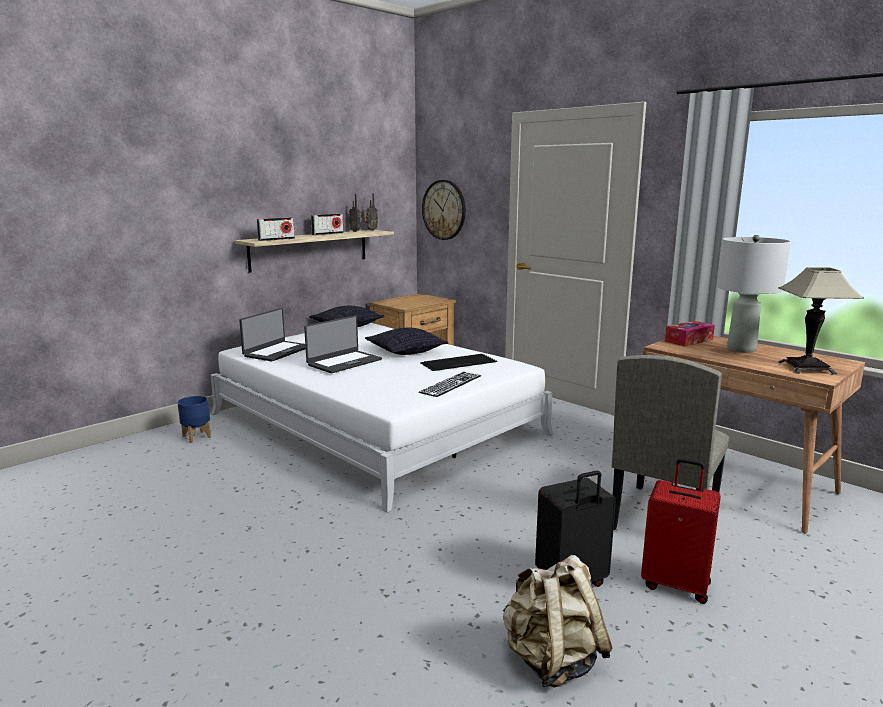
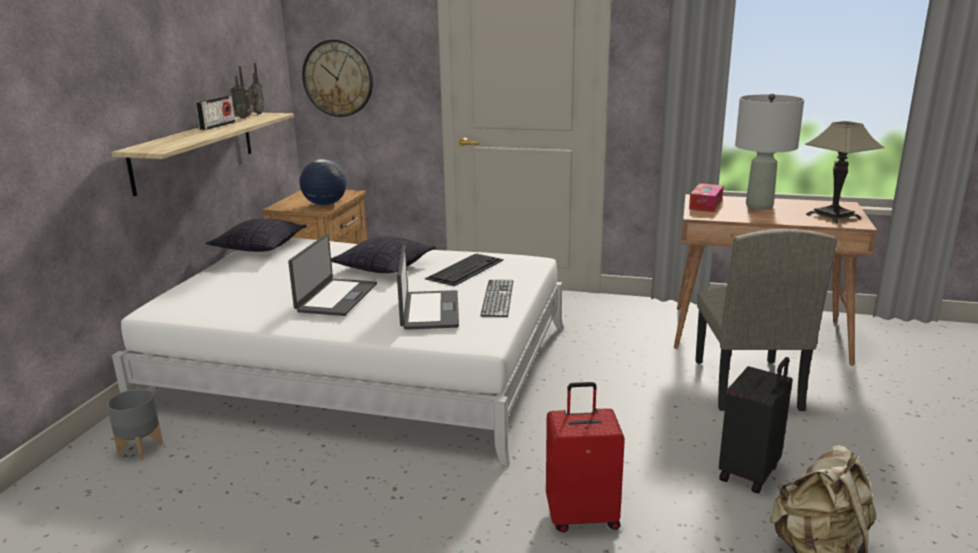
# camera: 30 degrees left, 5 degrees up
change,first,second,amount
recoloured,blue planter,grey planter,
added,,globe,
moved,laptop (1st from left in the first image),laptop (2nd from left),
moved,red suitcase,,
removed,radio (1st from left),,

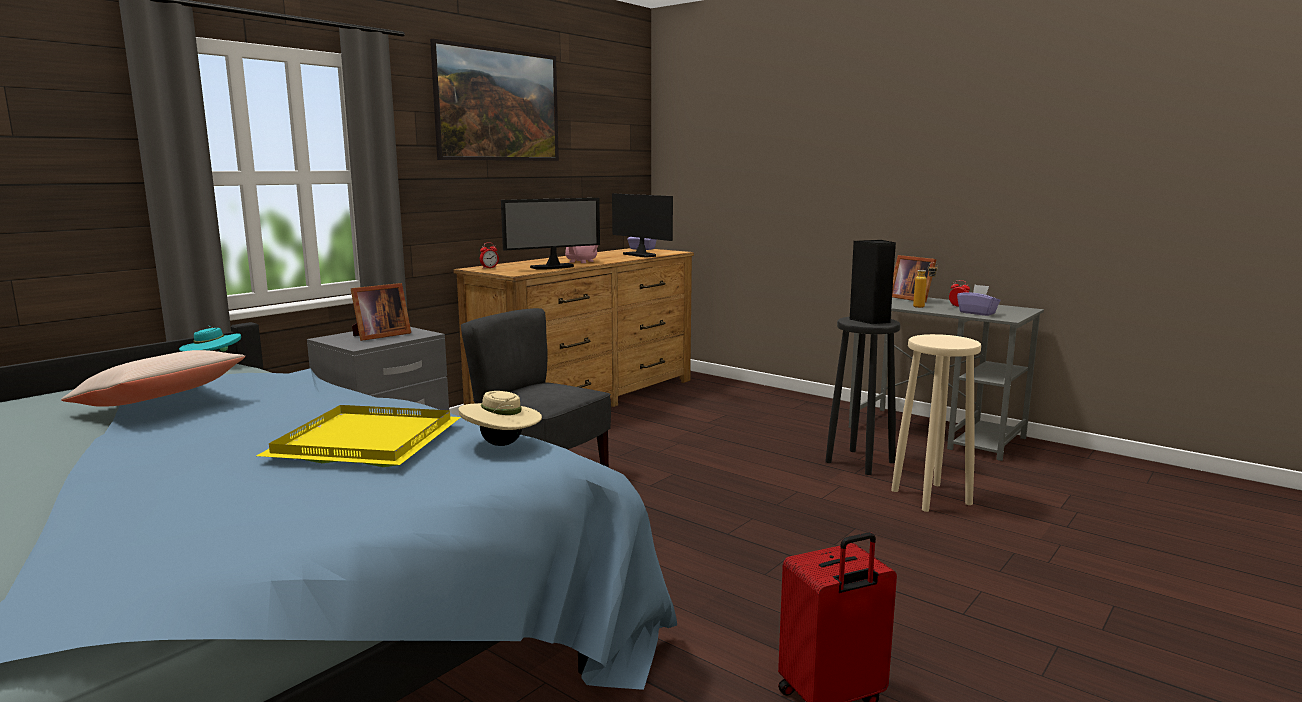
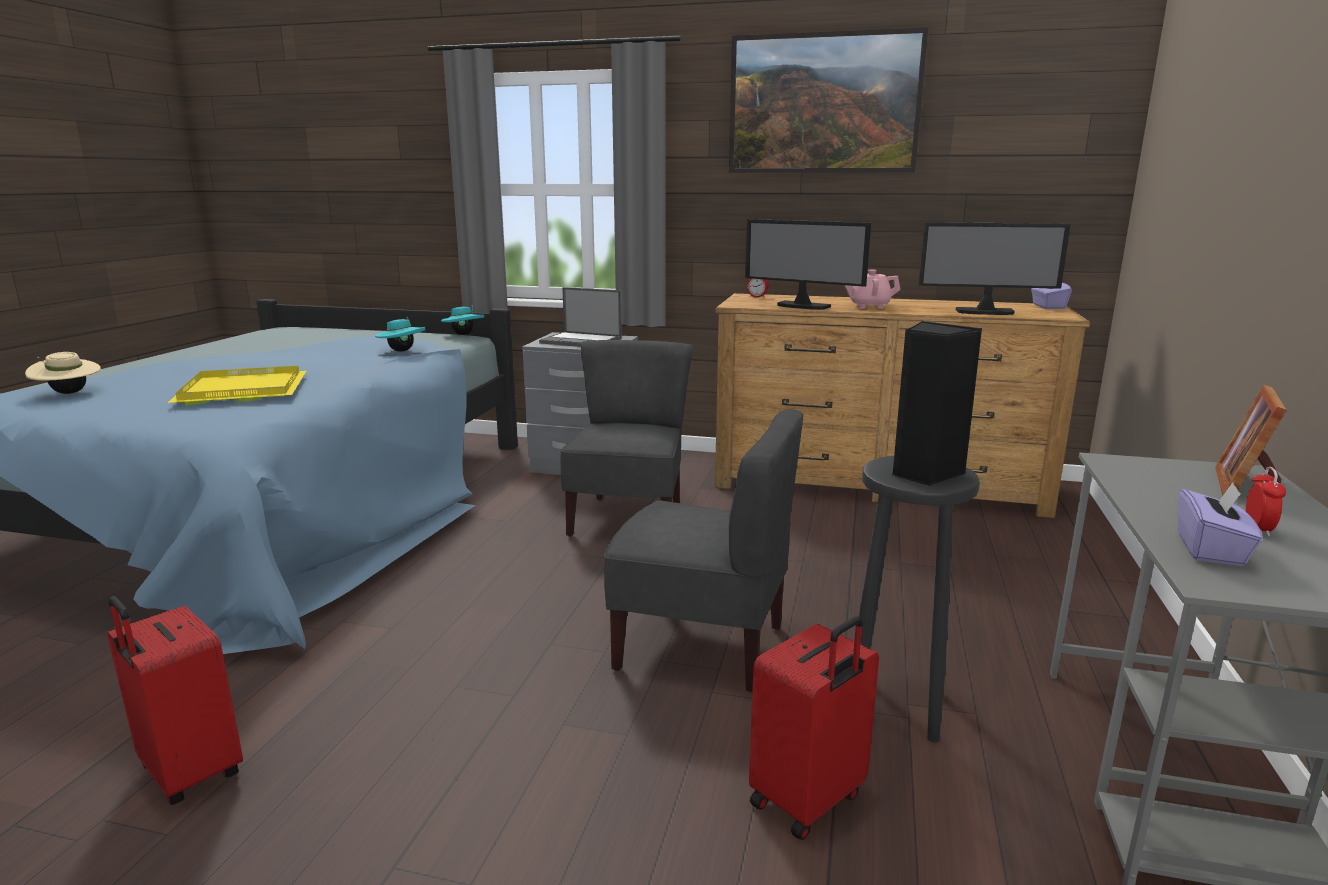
# camera: 65 degrees right, 5 degrees up
change,first,second,amount
moved,beige hat,,
added,,turquoise hat (1st from left),
replaced,picture frame (1st from left),laptop,
added,,grey chair (2nd from left),
replaced,beige stool,red suitcase (2nd from left),
turned,monitor (2nd from left),,75 degrees clockwise
removed,beige pillow,,
removed,bottle,,

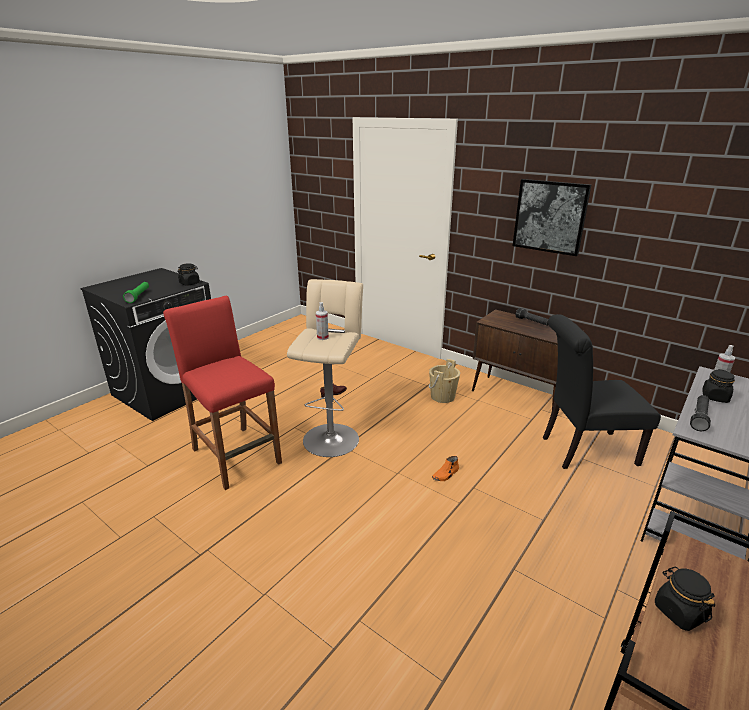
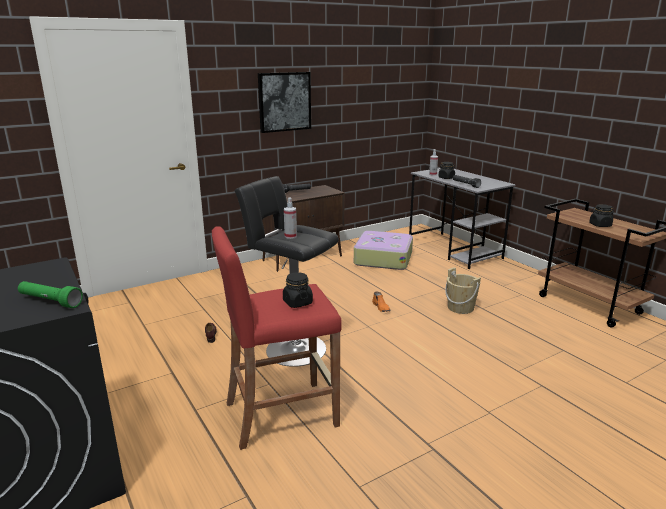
# camera: 70 degrees left, 5 degrees down
change,first,second,amount
recoloured,beige stool,black stool,
moved,black jar (1st from left),,
replaced,black chair,suitcase,
moved,beige bucket,,

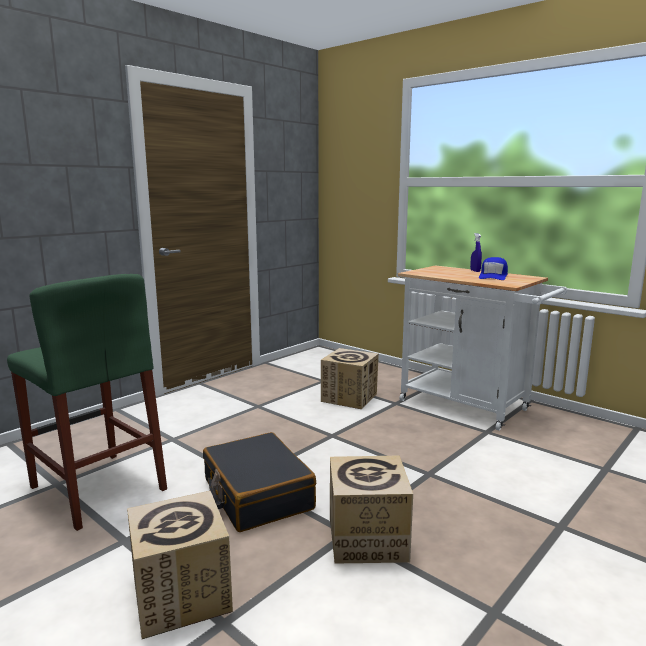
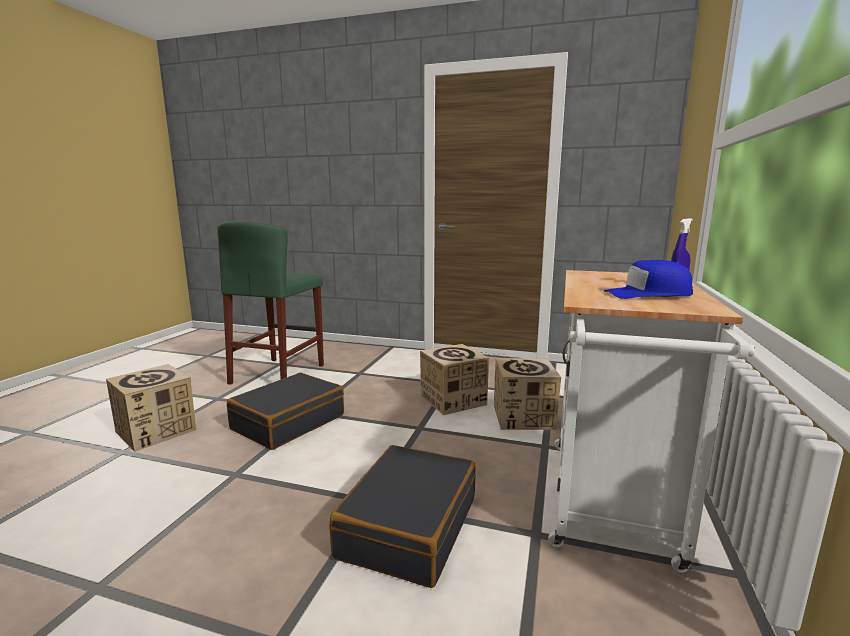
# camera: 65 degrees right, 0 degrees up
change,first,second,amount
added,,black suitcase (2nd from left),
moved,cardboard box (3rd from left in the first image),cardboard box (2nd from left),

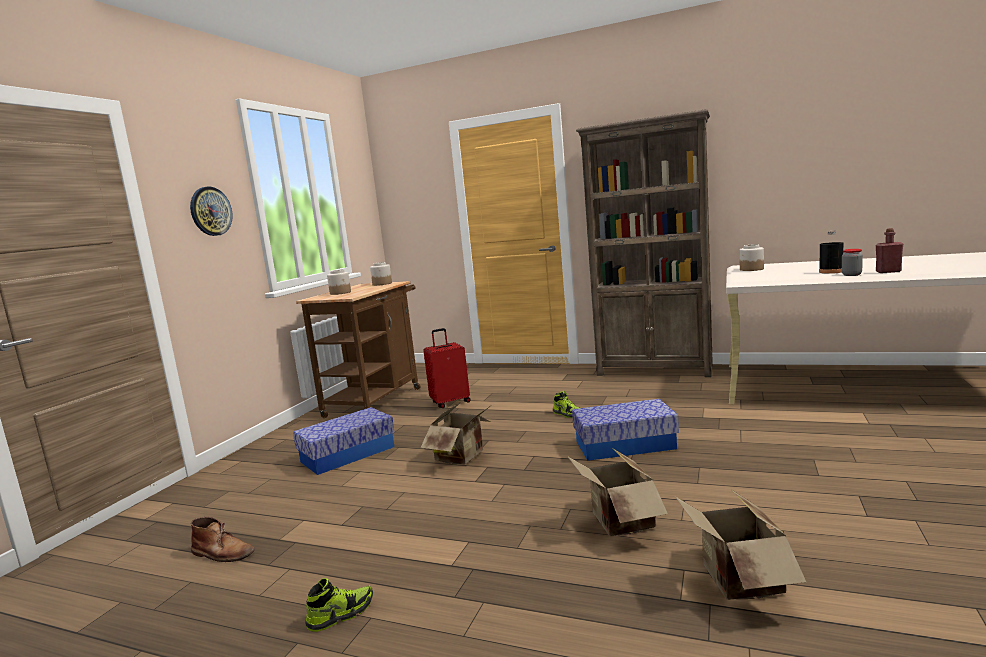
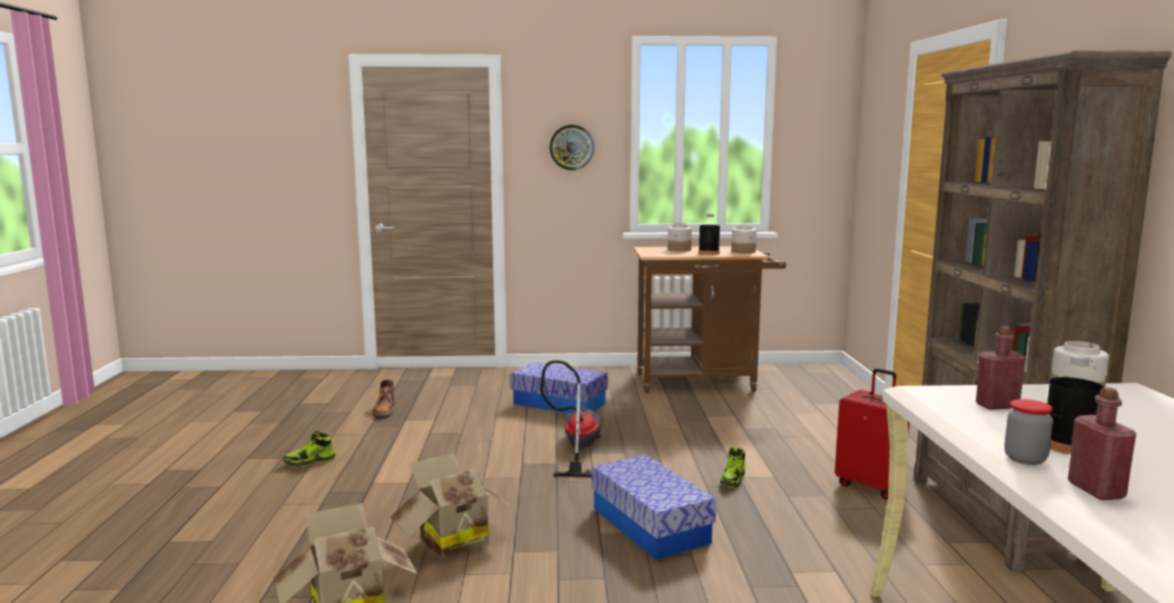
# camera: 65 degrees right, 0 degrees up
change,first,second,amount
turned,shoe (1st from left),,120 degrees clockwise
replaced,cardboard box (1st from left),vacuum cleaner,
added,,black bottle (1st from left),
moved,red suitcase,,
added,,red bottle (1st from left),

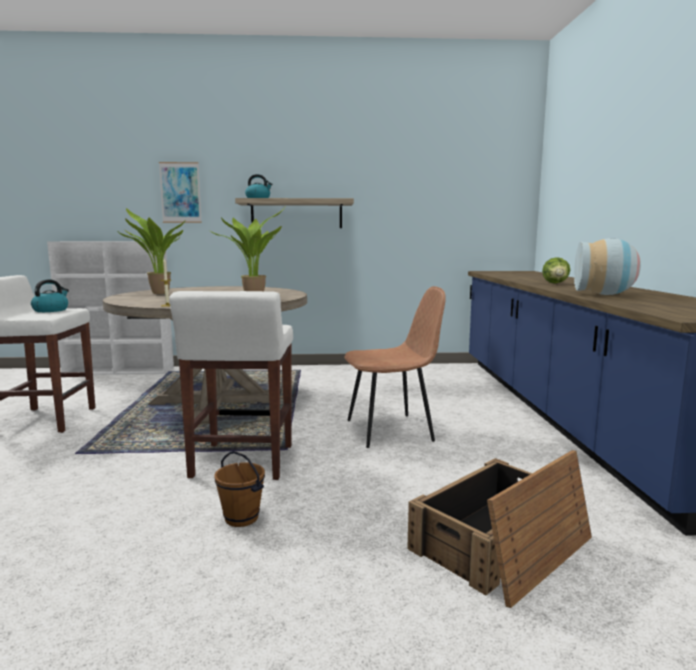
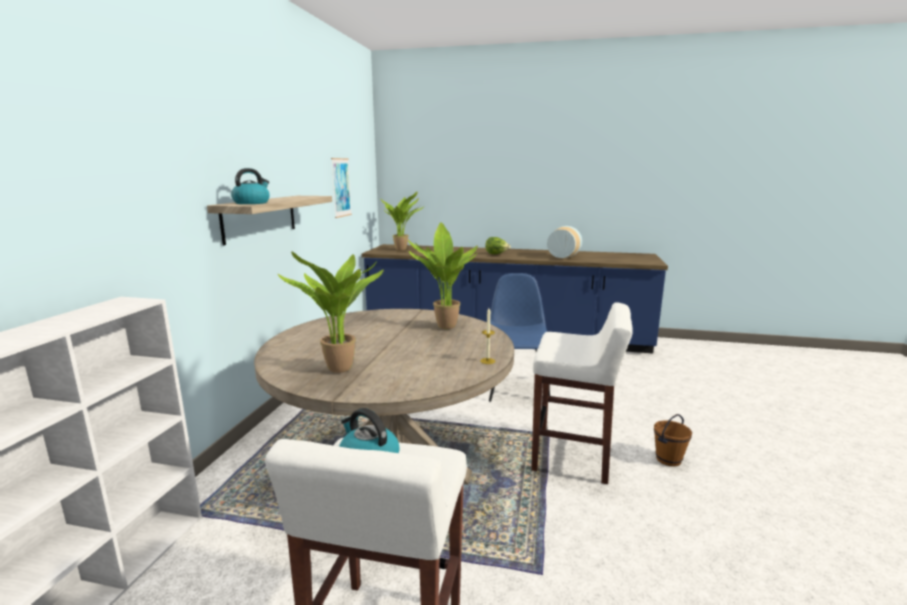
# camera: 75 degrees left, 5 degrees up
change,first,second,amount
moved,picture,,
added,,potted plant (2nd from left),
recoloured,brown chair,blue chair,
removed,crate,,

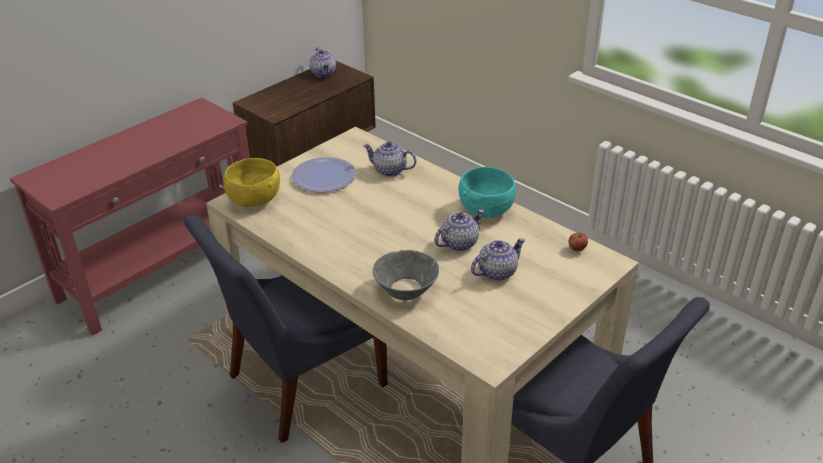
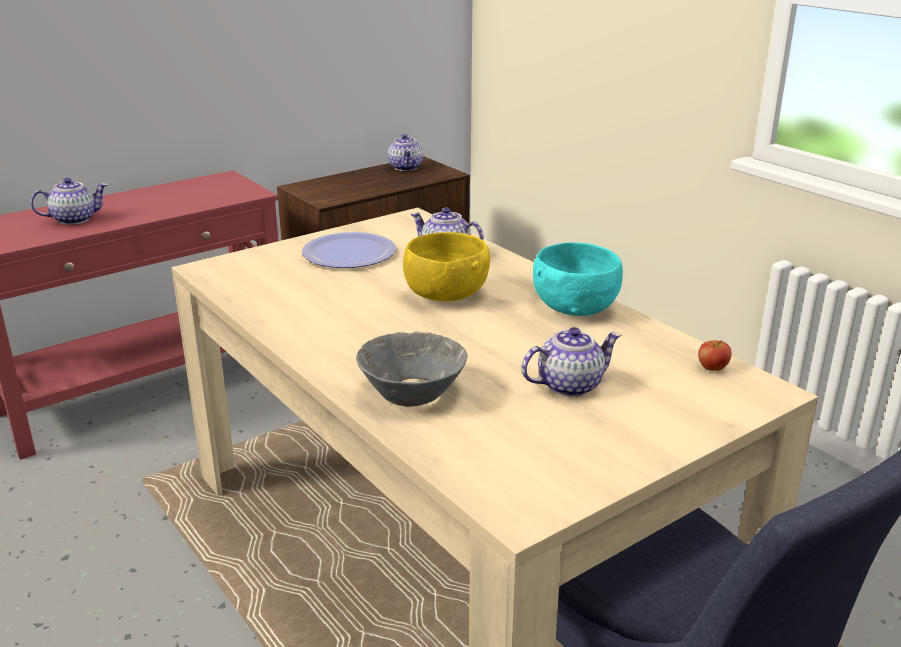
# camera: 10 degrees right, 10 degrees down
change,first,second,amount
moved,teapot (3rd from left in the first image),teapot (1st from left),
moved,yellow bowl,,
removed,blue chair (1st from left),,

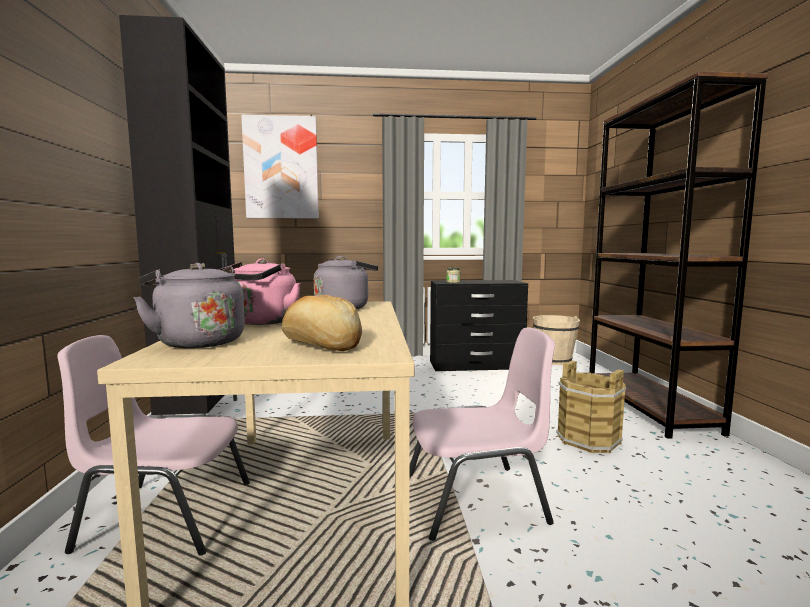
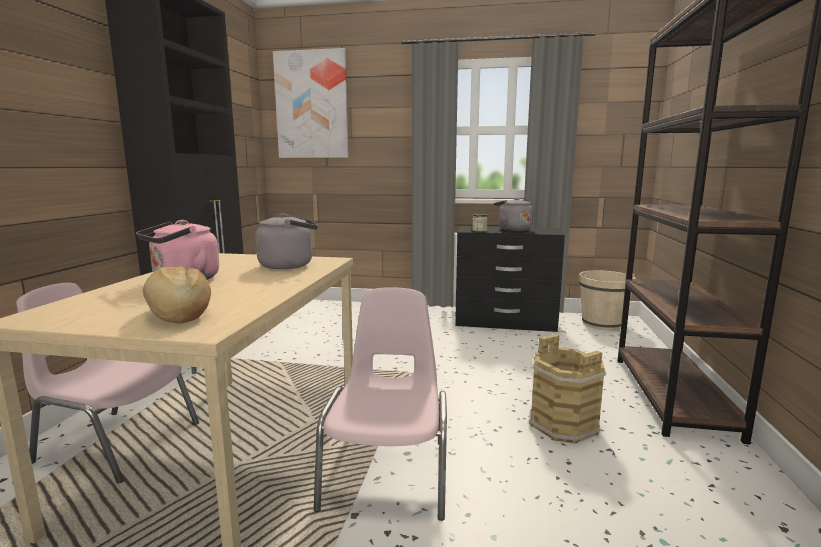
# camera: 15 degrees right, 5 degrees up
change,first,second,amount
turned,pink chair (2nd from left),,90 degrees counterclockwise
moved,grey kettle (1st from left in the first image),grey kettle (2nd from left),

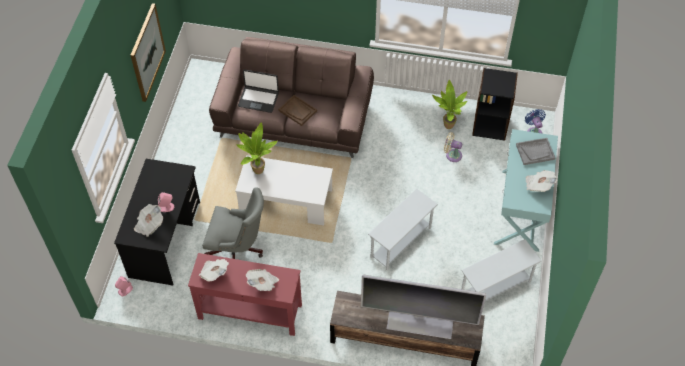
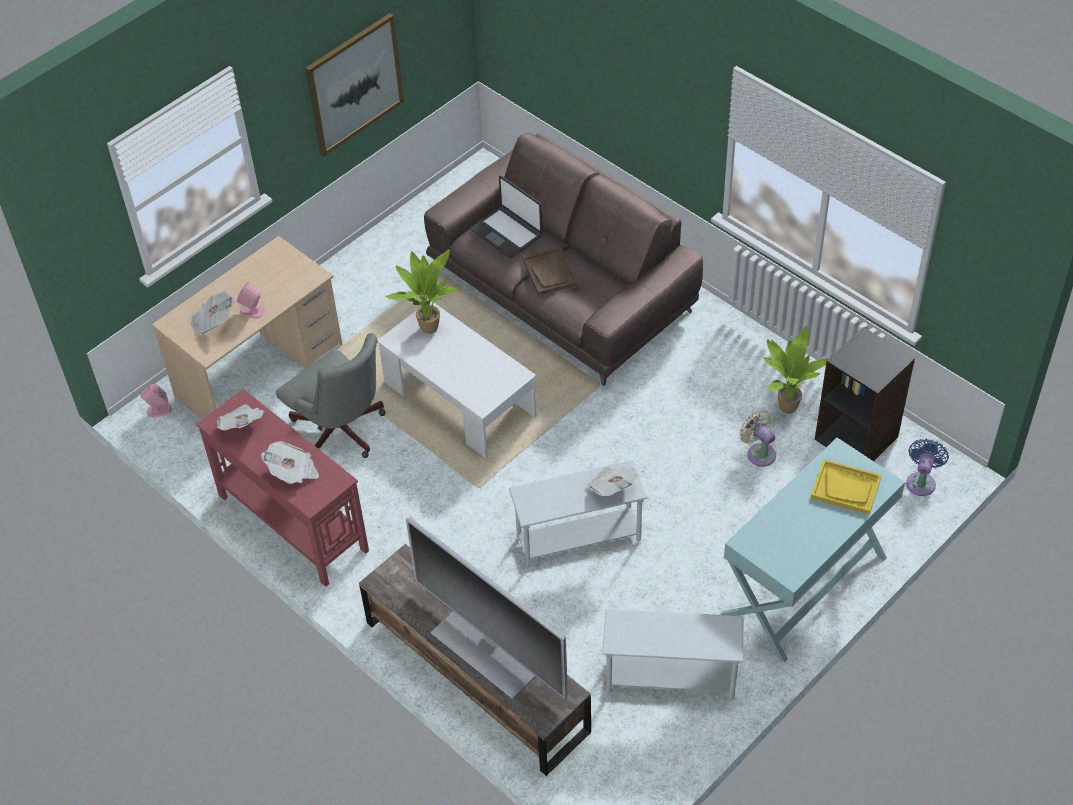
# camera: 35 degrees right, 5 degrees down
change,first,second,amount
recoloured,black desk,beige desk,
moved,newspaper (4th from left),,
recoloured,grey tray,yellow tray,

